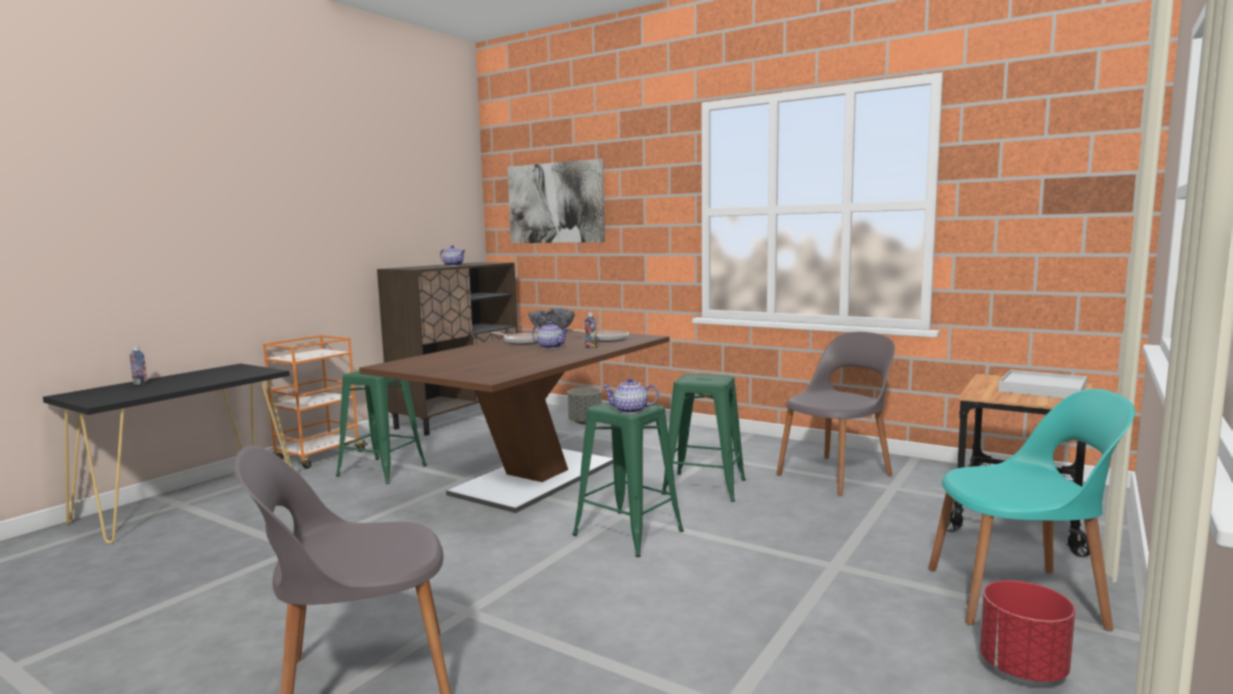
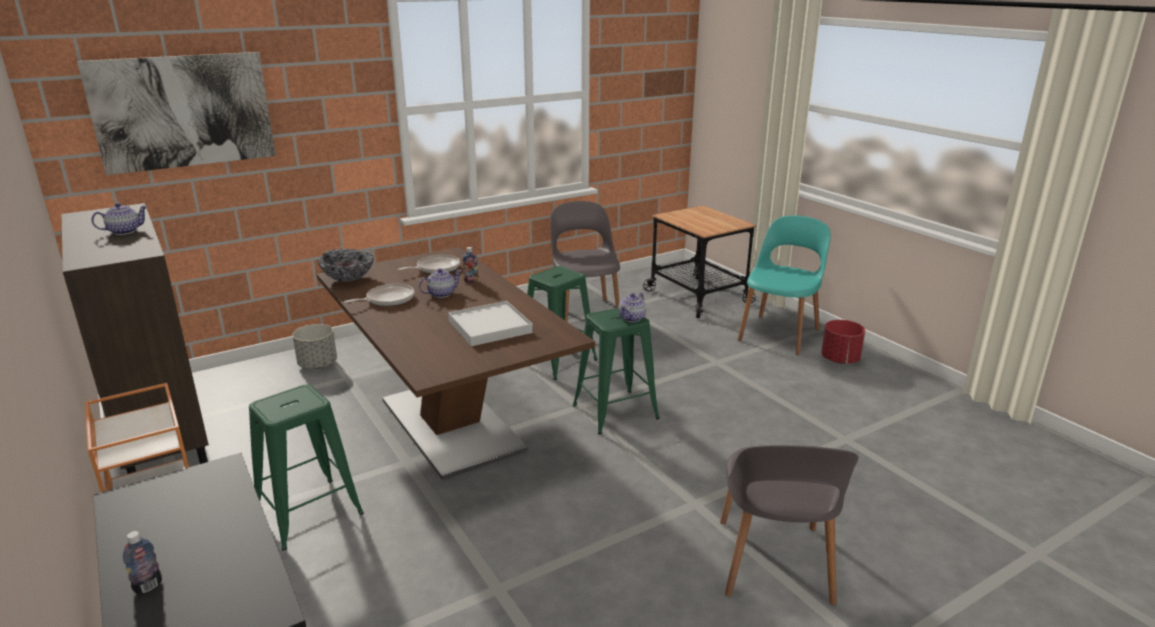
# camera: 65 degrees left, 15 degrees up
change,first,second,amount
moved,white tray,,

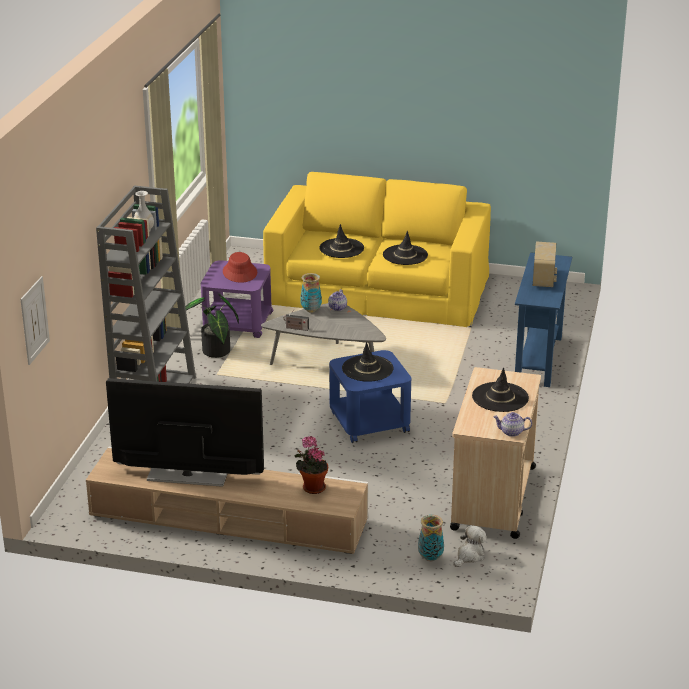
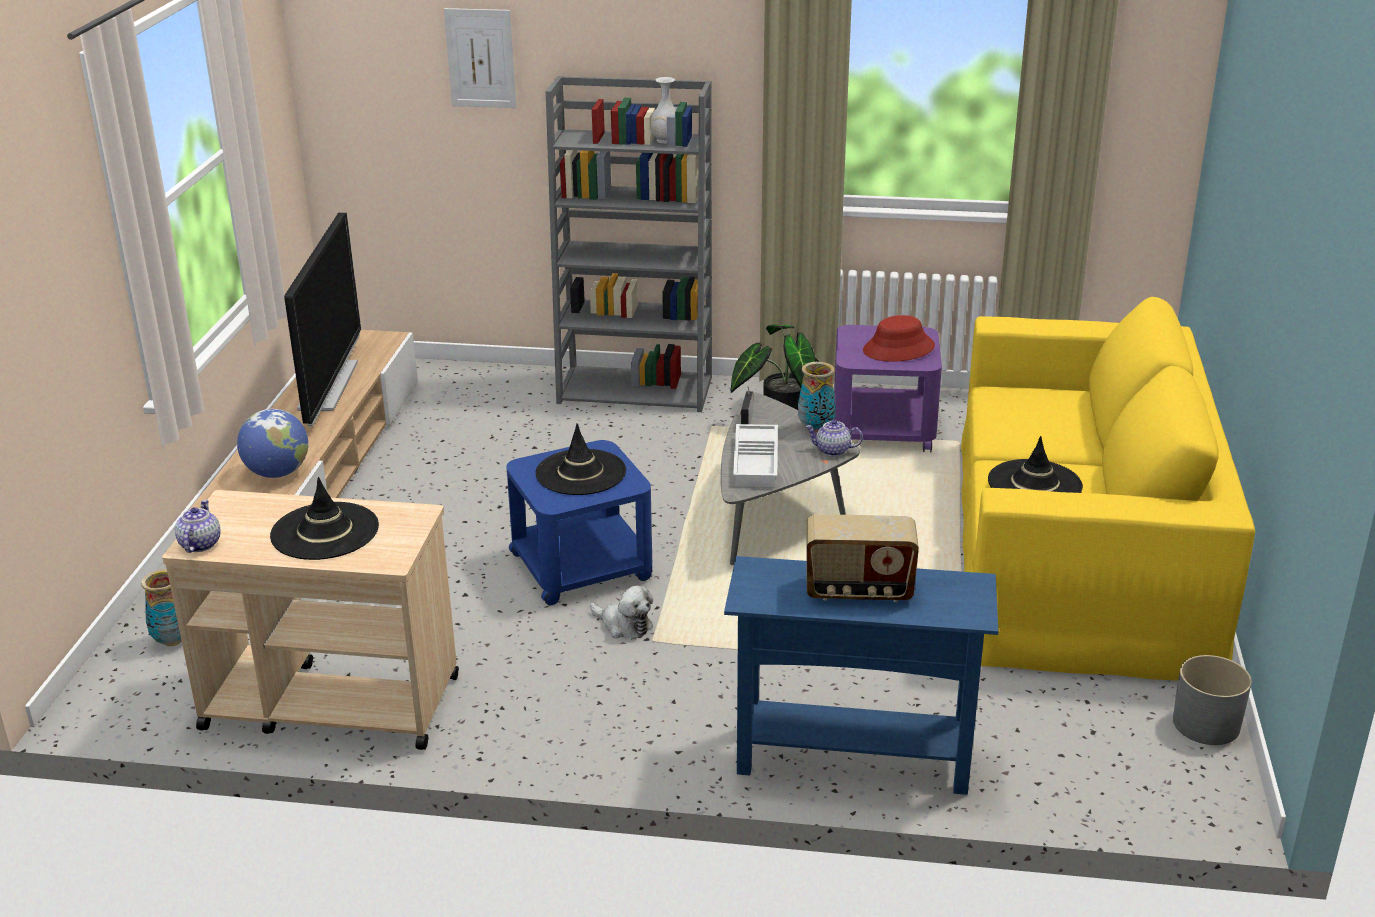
# camera: 85 degrees right, 0 degrees up
change,first,second,amount
replaced,potted plant (2nd from left),globe,
moved,picture,,
moved,plush toy,,
added,,white tray,
added,,grey planter,
removed,black hat (1st from left),,

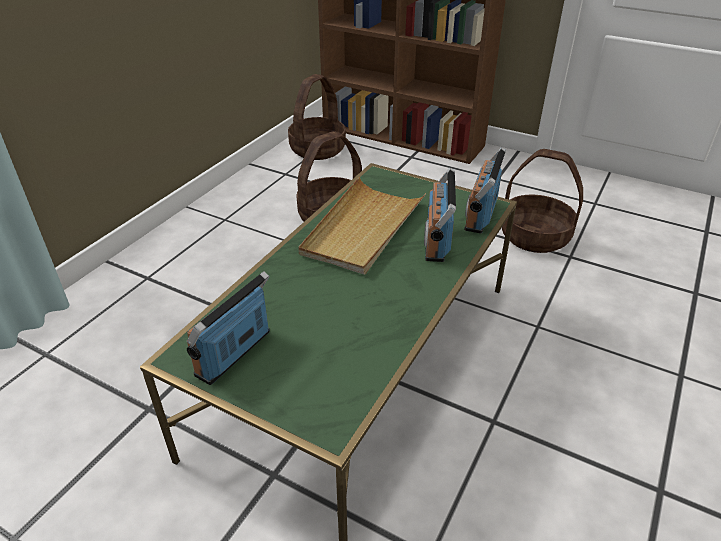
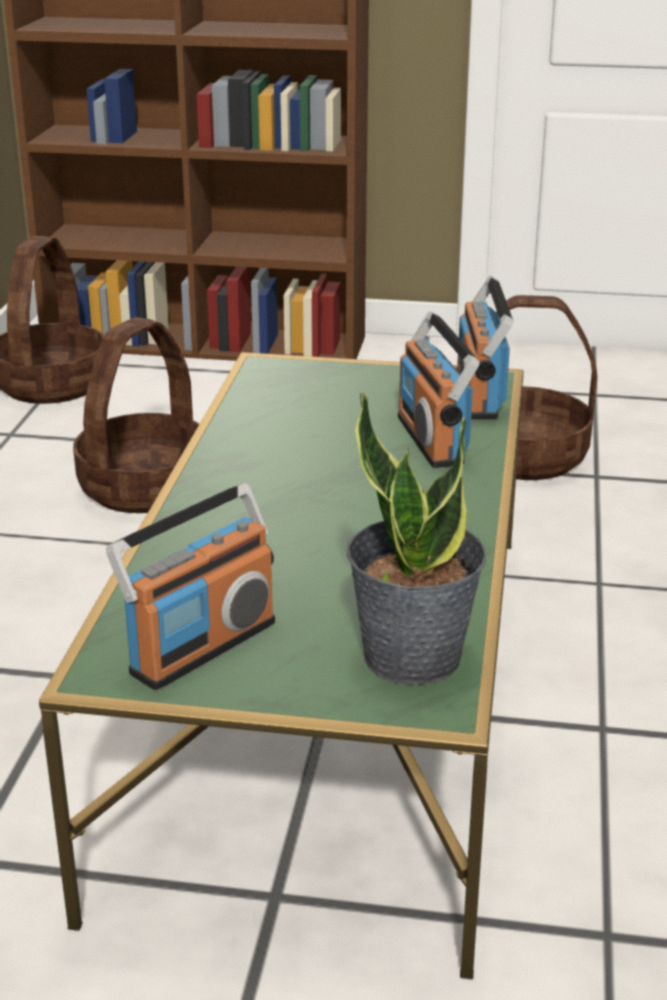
# camera: 20 degrees left, 10 degrees down
change,first,second,amount
turned,radio (1st from left),,150 degrees counterclockwise
added,,potted plant,
removed,beige tray,,

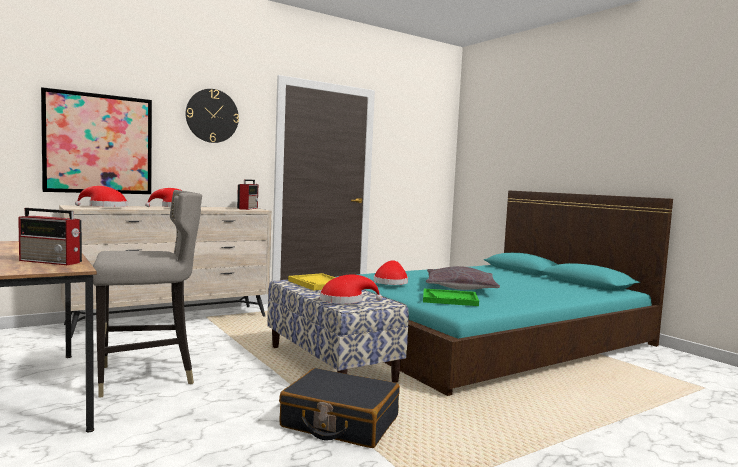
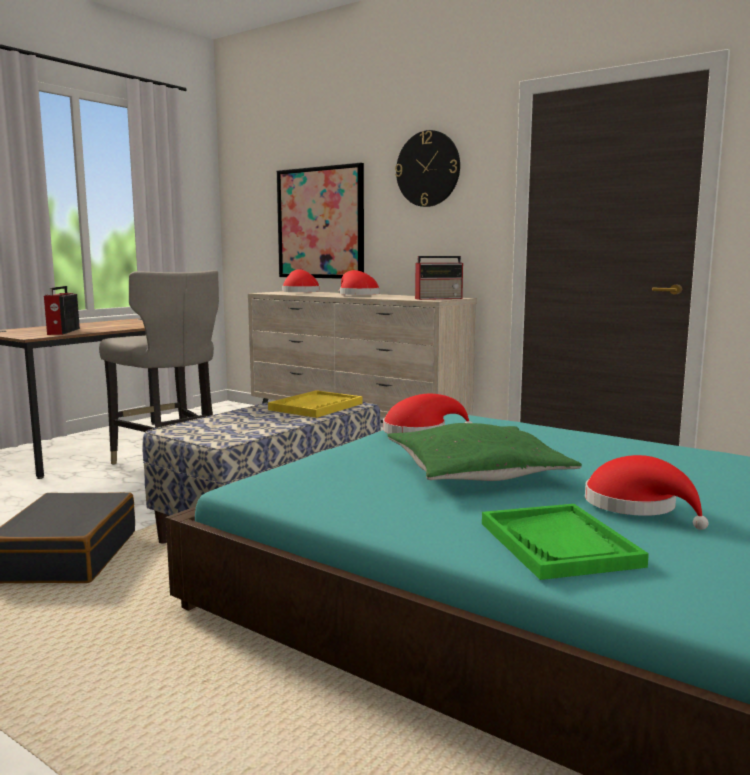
# camera: 70 degrees right, 5 degrees up
change,first,second,amount
recoloured,grey pillow,green pillow,
moved,green tray,,
moved,red hat (3rd from left in the first image),red hat (4th from left),

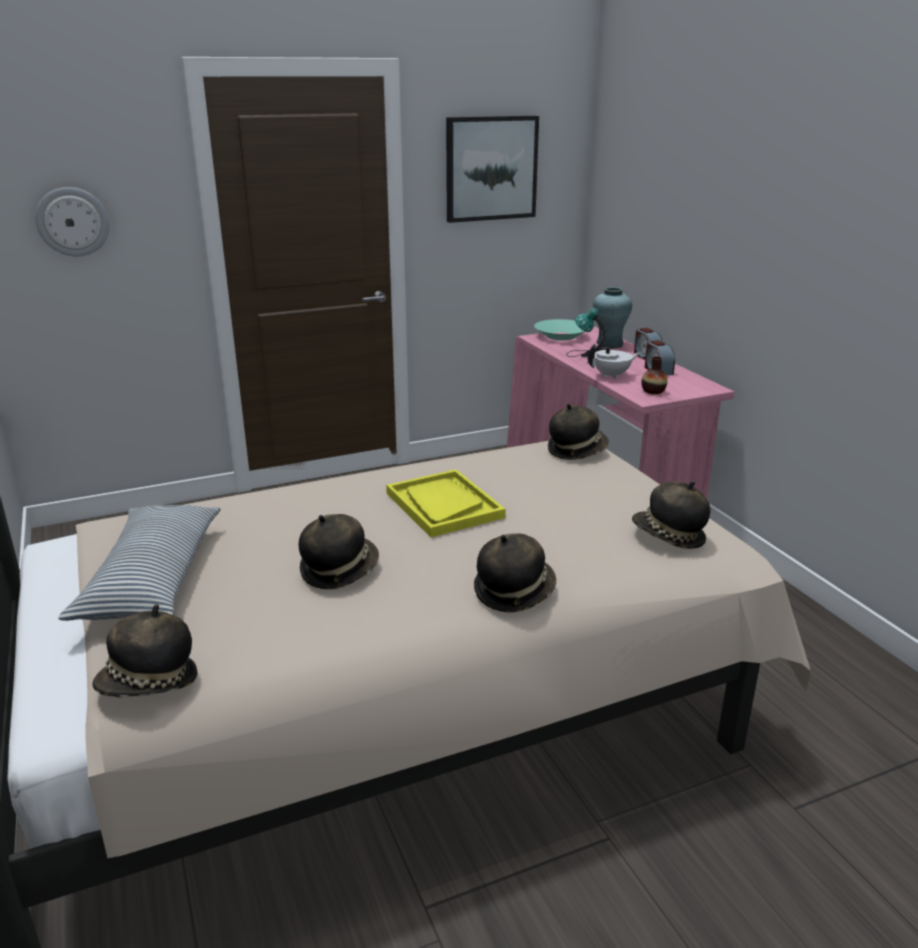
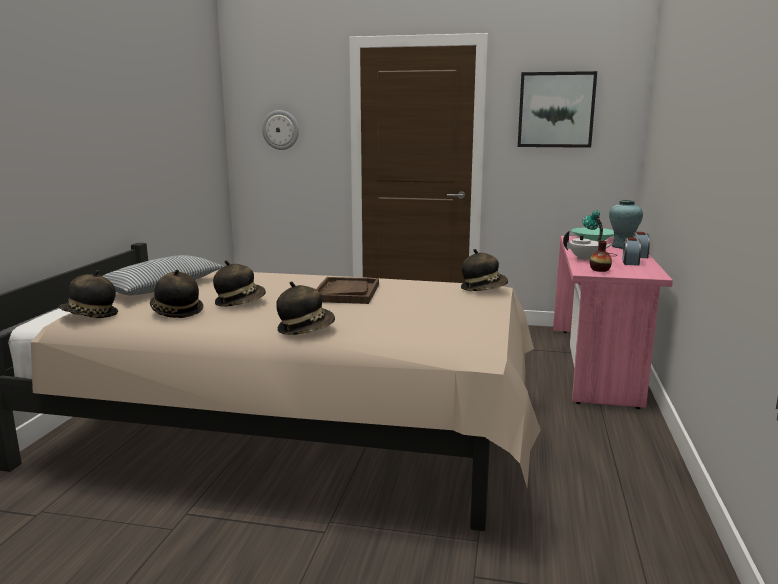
# camera: 35 degrees right, 10 degrees down
change,first,second,amount
moved,hat (5th from left in the first image),hat (2nd from left),
recoloured,yellow tray,brown tray,

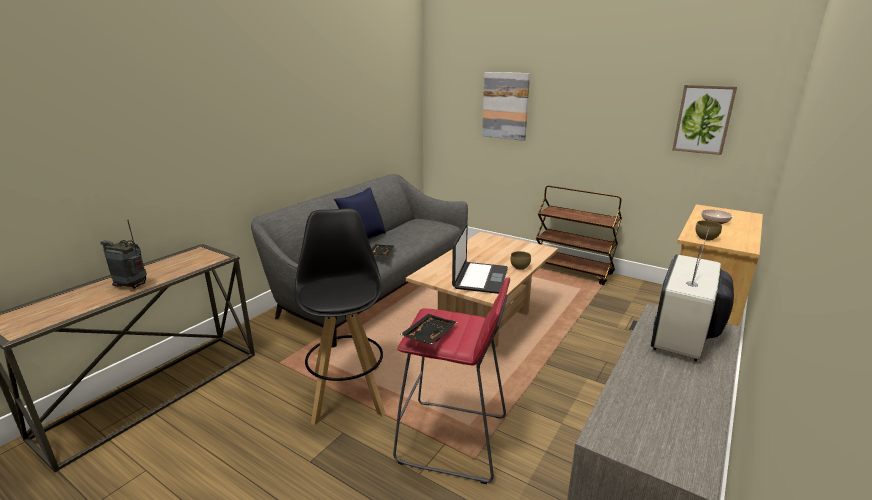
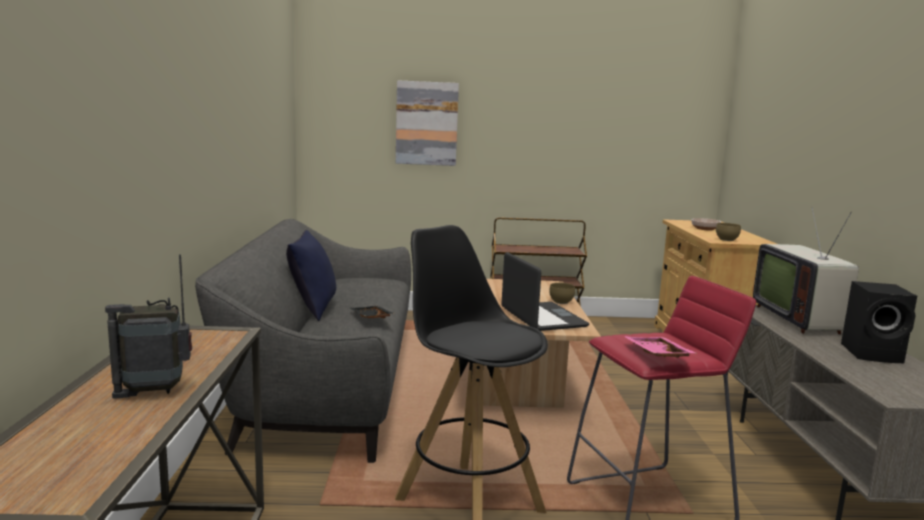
# camera: 35 degrees left, 10 degrees down
change,first,second,amount
recoloured,black tray (2nd from left),pink tray,
added,,black speaker,
removed,picture (2nd from left),,

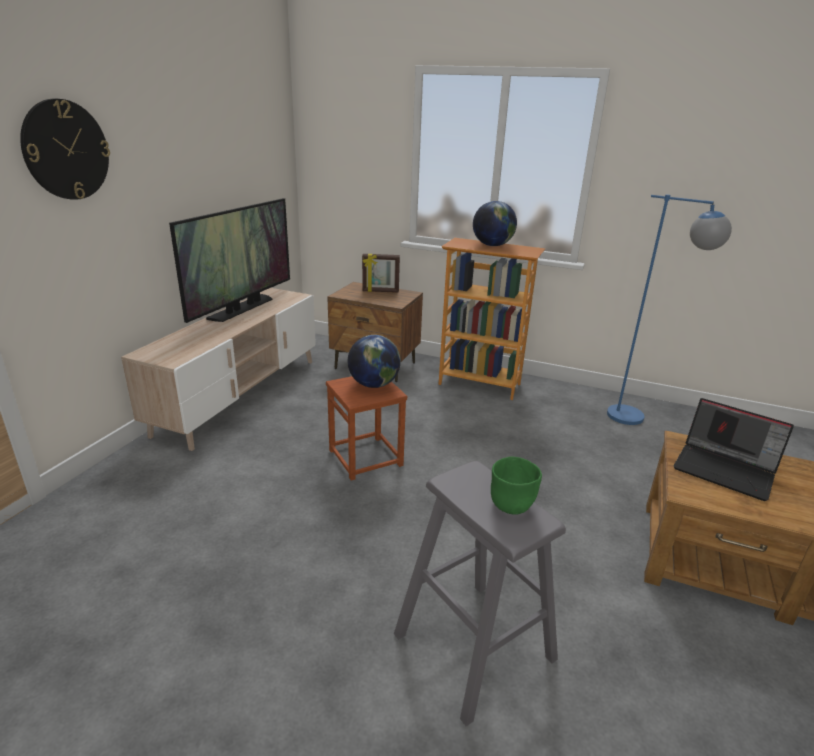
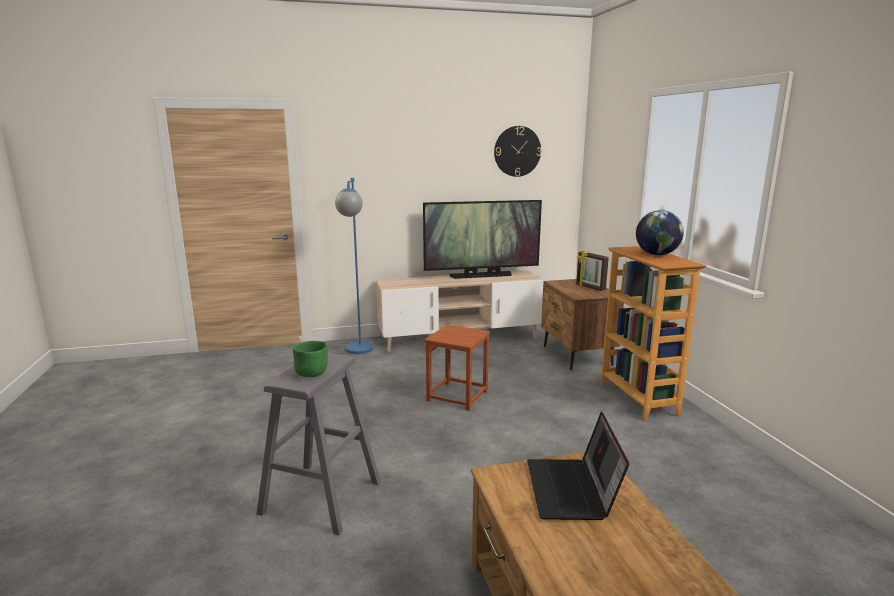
# camera: 55 degrees right, 10 degrees down
change,first,second,amount
moved,blue floor lamp,,
moved,wall clock,,
removed,globe (1st from left),,

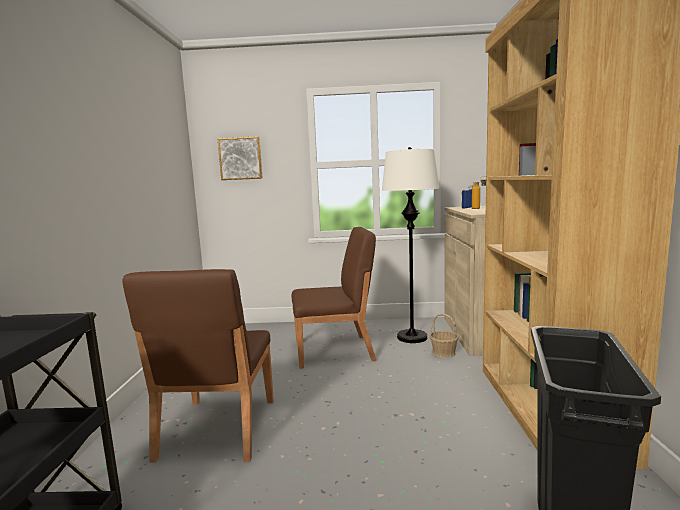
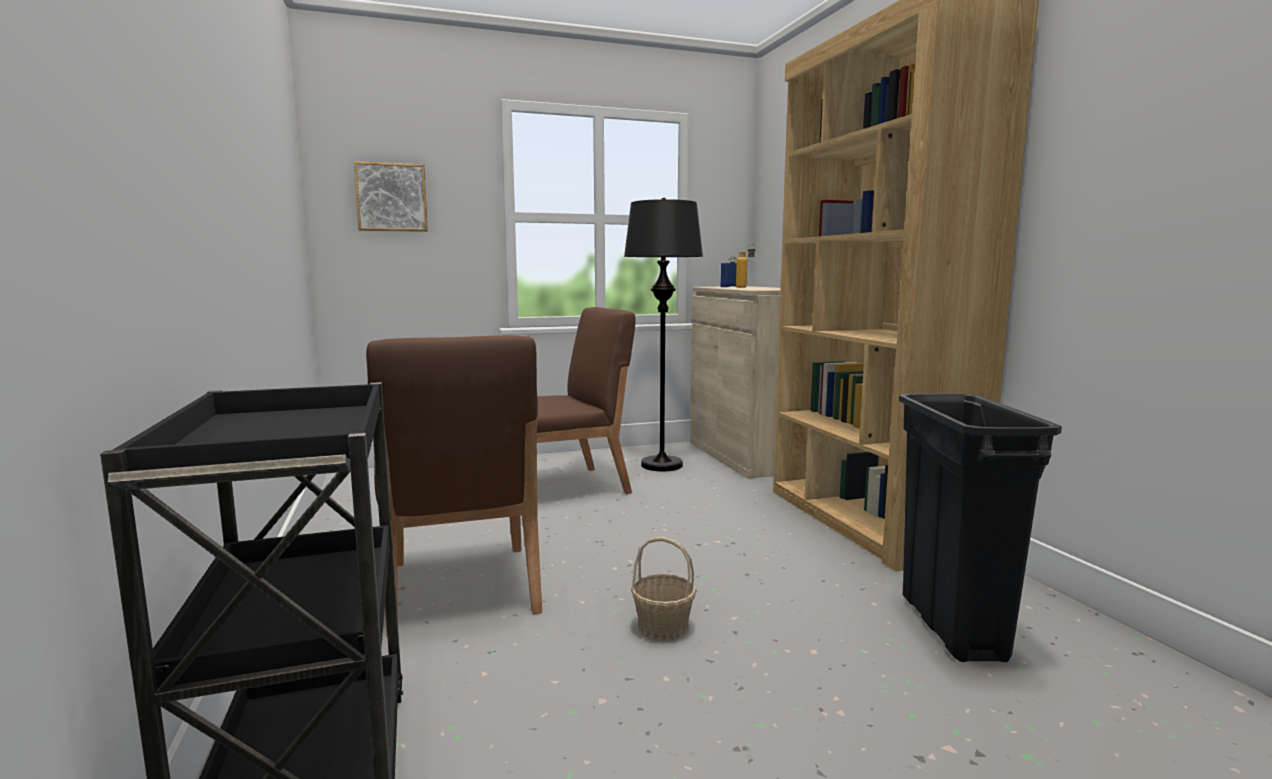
# camera: 20 degrees left, 0 degrees up
change,first,second,amount
recoloured,white floor lamp,black floor lamp,
moved,basket,,

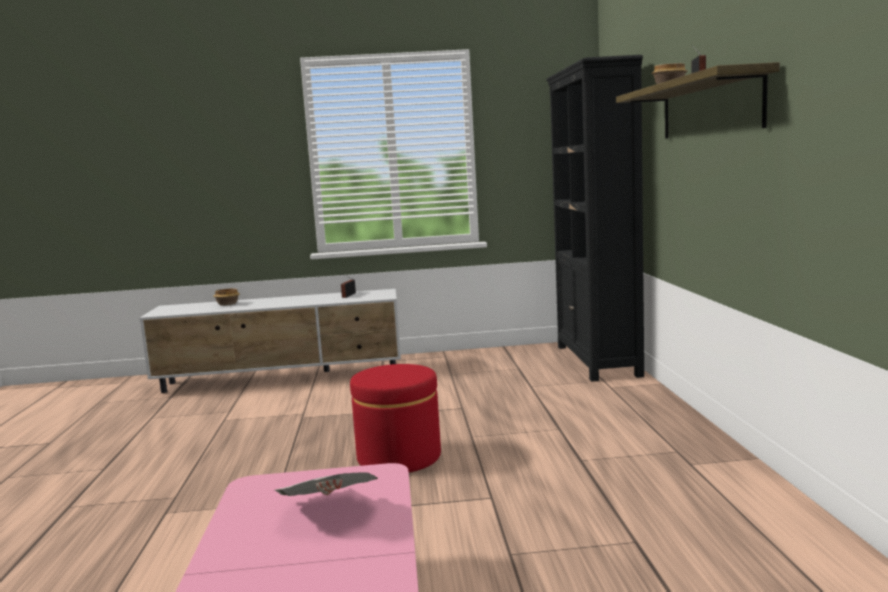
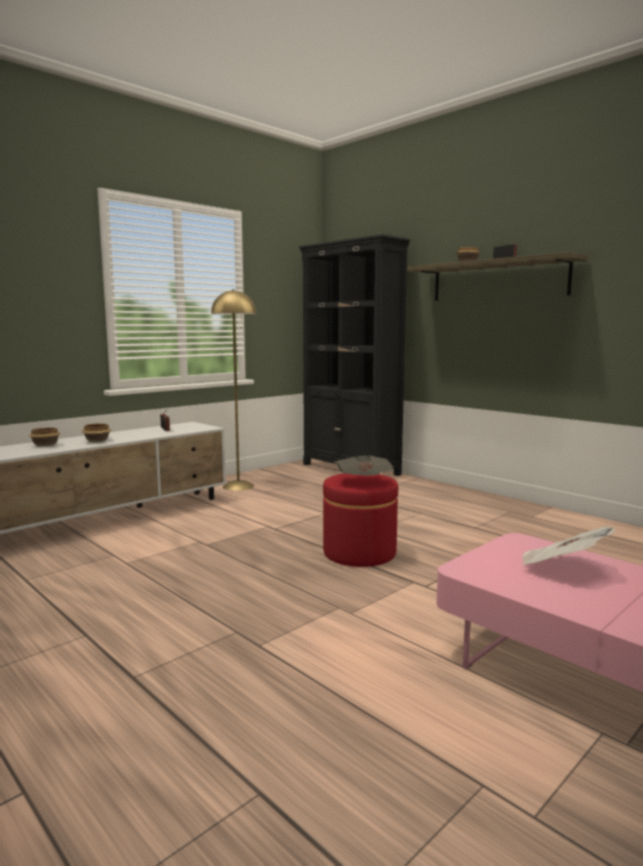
# camera: 40 degrees left, 0 degrees up
change,first,second,amount
added,,bowl (2nd from left),
added,,yellow floor lamp,
added,,newspaper (1st from left),

